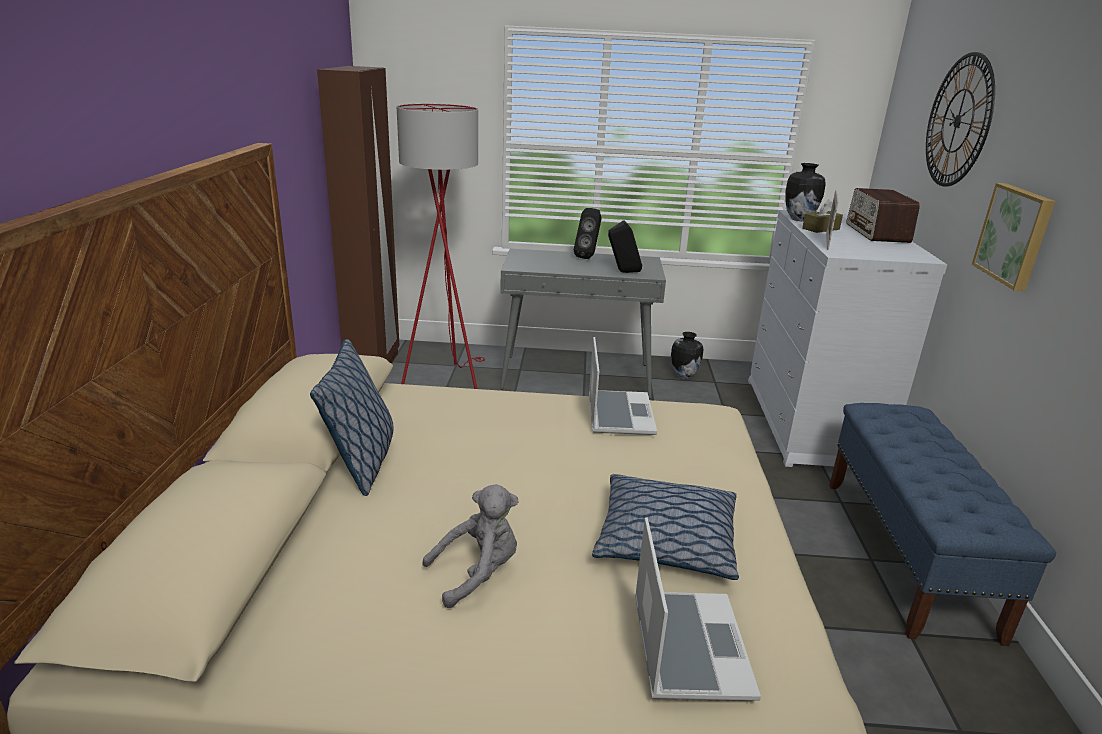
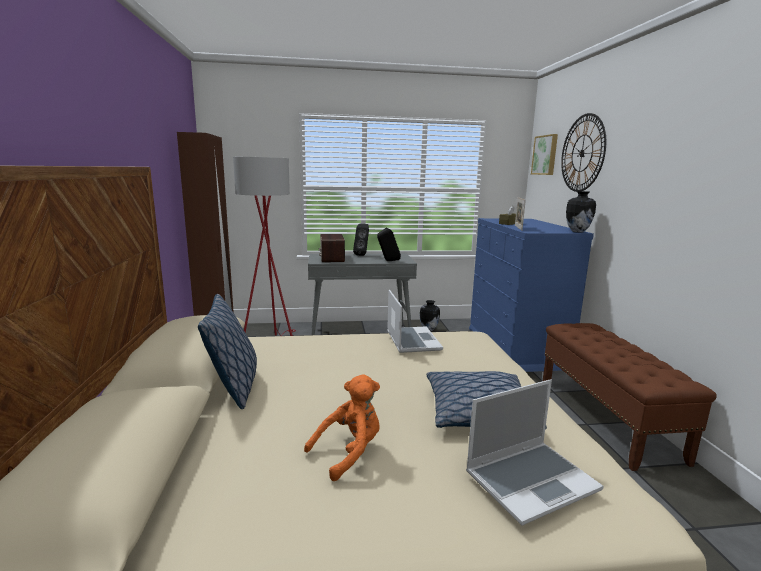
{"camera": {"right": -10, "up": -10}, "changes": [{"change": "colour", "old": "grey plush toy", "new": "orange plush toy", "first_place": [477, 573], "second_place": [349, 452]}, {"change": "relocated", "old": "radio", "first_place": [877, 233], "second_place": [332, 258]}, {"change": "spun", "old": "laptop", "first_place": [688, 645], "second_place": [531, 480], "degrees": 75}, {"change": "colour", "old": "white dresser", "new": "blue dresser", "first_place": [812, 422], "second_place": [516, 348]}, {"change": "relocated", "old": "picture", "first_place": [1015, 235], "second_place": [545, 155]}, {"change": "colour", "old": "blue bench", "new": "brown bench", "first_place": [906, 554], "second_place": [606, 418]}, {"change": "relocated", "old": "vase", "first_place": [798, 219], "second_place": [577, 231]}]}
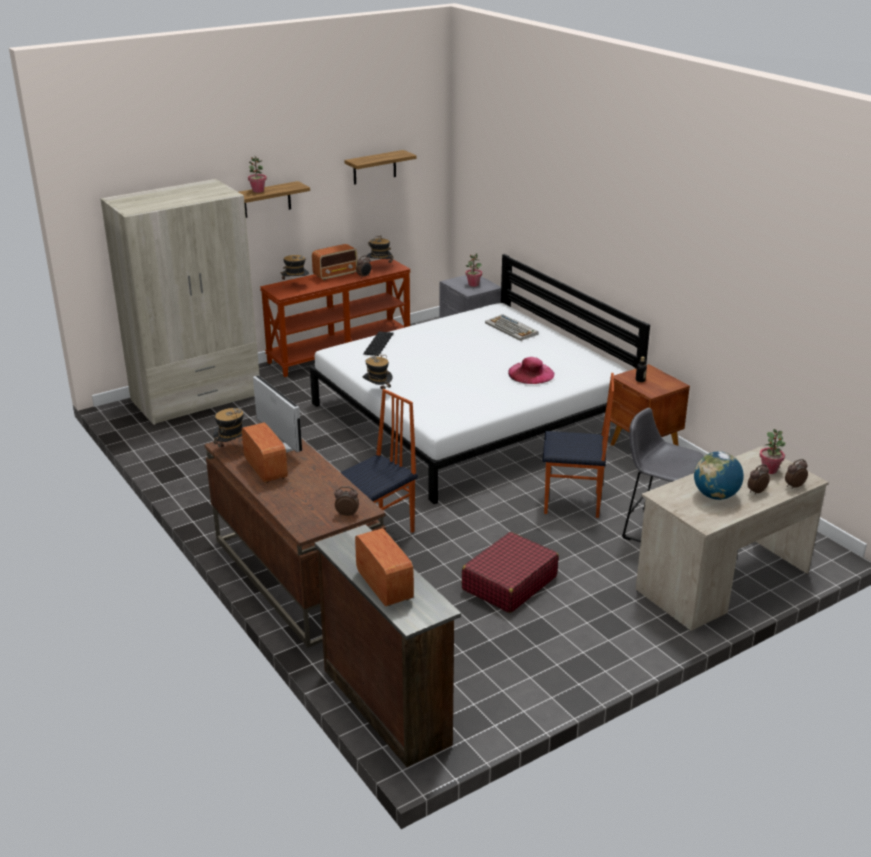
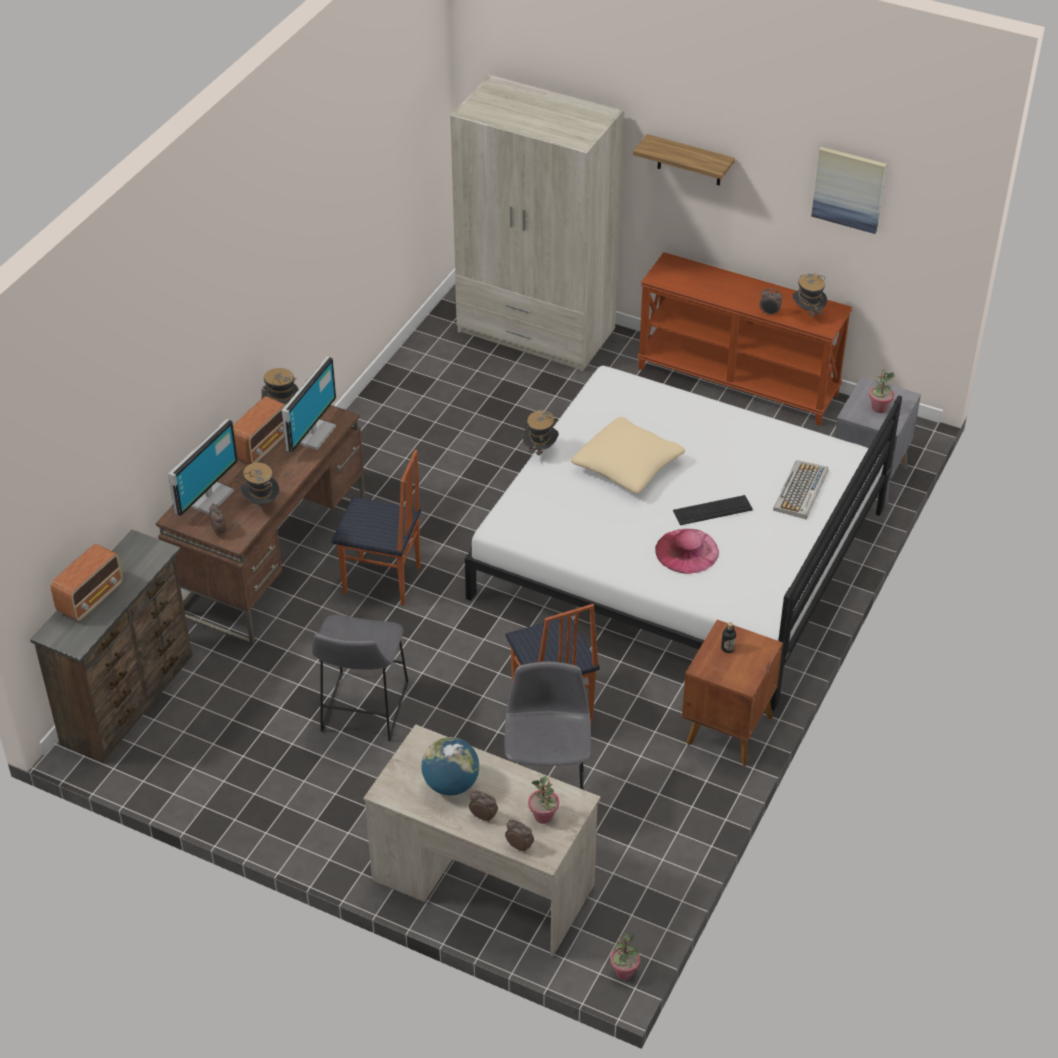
{"camera": {"right": 60, "up": 15}, "changes": [{"change": "appeared", "new": "monitor", "second_place": [208, 496]}, {"change": "relocated", "old": "hat", "first_place": [295, 285], "second_place": [262, 505]}, {"change": "exchanged", "old": "red suitcase", "new": "grey stool", "first_place": [509, 583], "second_place": [362, 711]}, {"change": "appeared", "new": "beige pillow", "second_place": [627, 467]}, {"change": "relocated", "old": "potted plant", "first_place": [258, 191], "second_place": [624, 972]}, {"change": "relocated", "old": "keyboard", "first_place": [378, 343], "second_place": [712, 510]}, {"change": "exchanged", "old": "shelf", "new": "picture", "first_place": [374, 167], "second_place": [849, 189]}, {"change": "missing", "old": "radio", "first_place": [336, 274]}]}
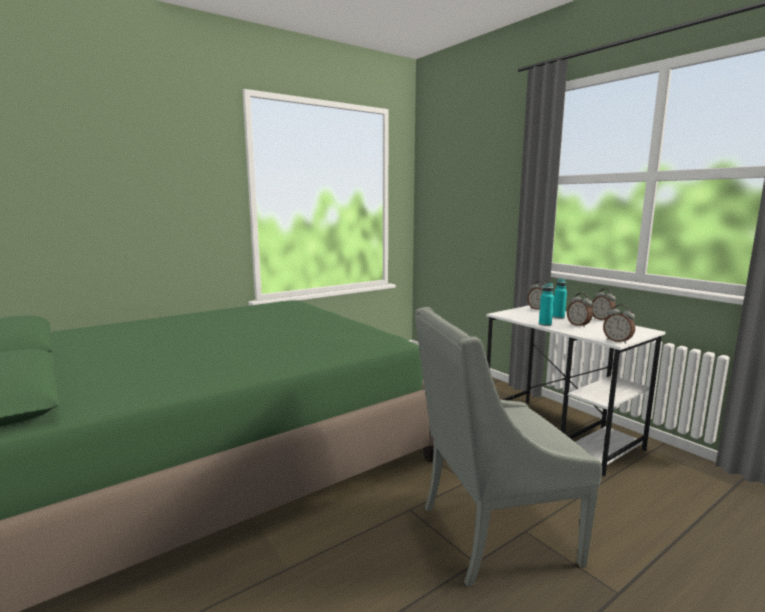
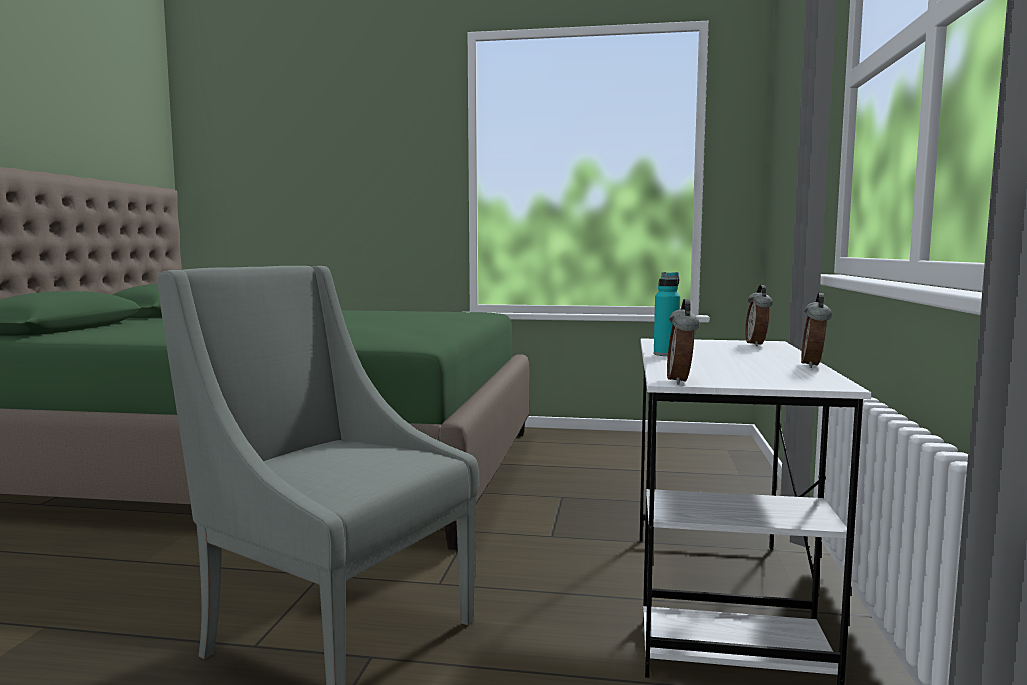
{"camera": {"right": 45, "up": -5}, "changes": [{"change": "missing", "old": "turquoise bottle", "first_place": [558, 317]}, {"change": "missing", "old": "alarm clock", "first_place": [578, 325]}]}
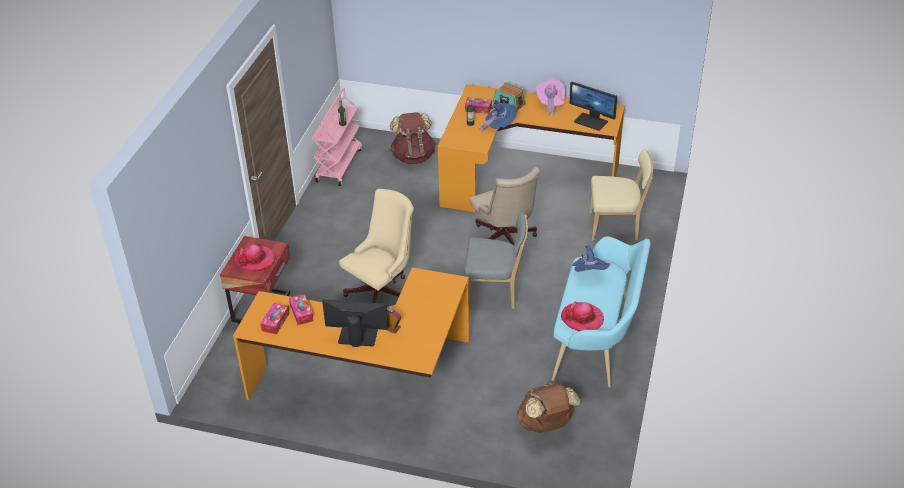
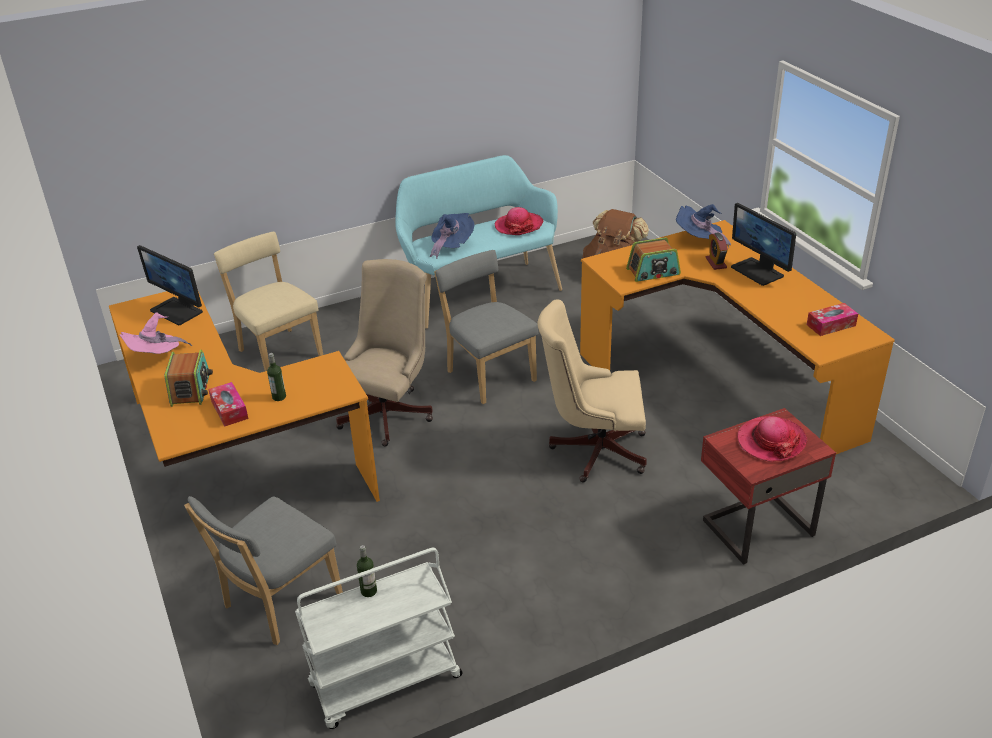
{"camera": {"right": -130, "up": -5}, "changes": [{"change": "spun", "old": "monitor", "first_place": [591, 121], "second_place": [177, 311], "degrees": 135}, {"change": "exchanged", "old": "brown backpack", "new": "grey chair", "first_place": [413, 157], "second_place": [278, 603]}, {"change": "colour", "old": "pink cart", "new": "white cart", "first_place": [338, 165], "second_place": [385, 682]}, {"change": "appeared", "new": "radio", "second_place": [653, 272]}, {"change": "relocated", "old": "blue hat", "first_place": [499, 126], "second_place": [699, 241]}, {"change": "missing", "old": "tissue box", "first_place": [301, 313]}]}
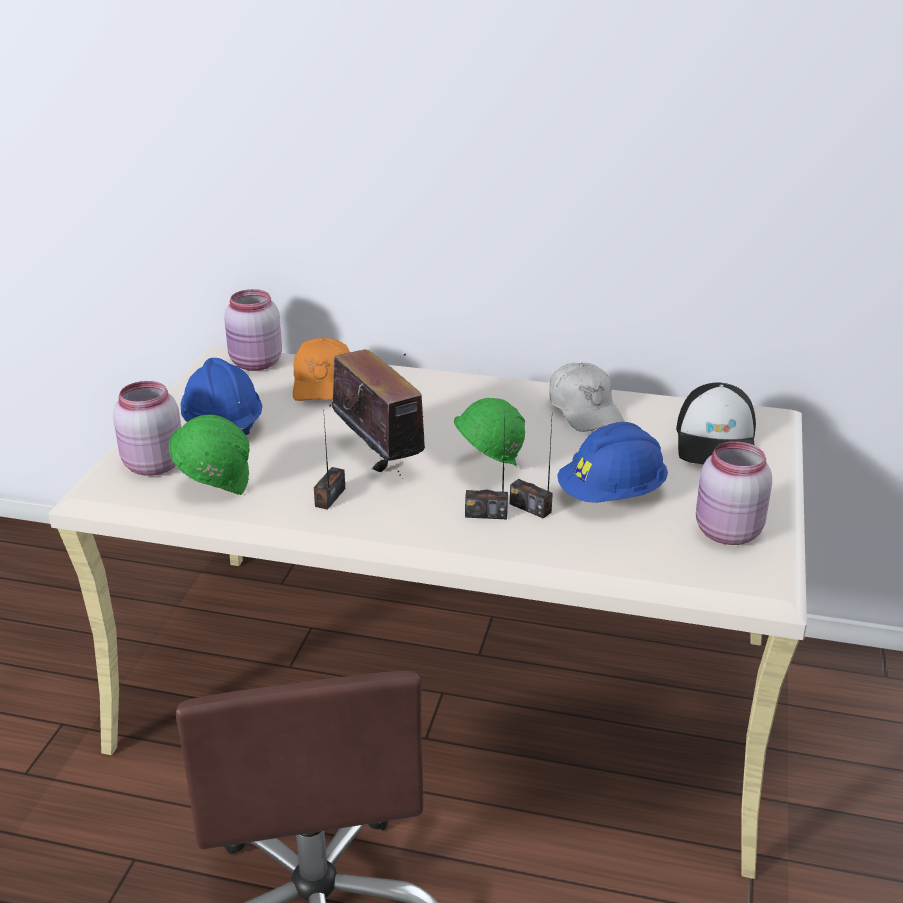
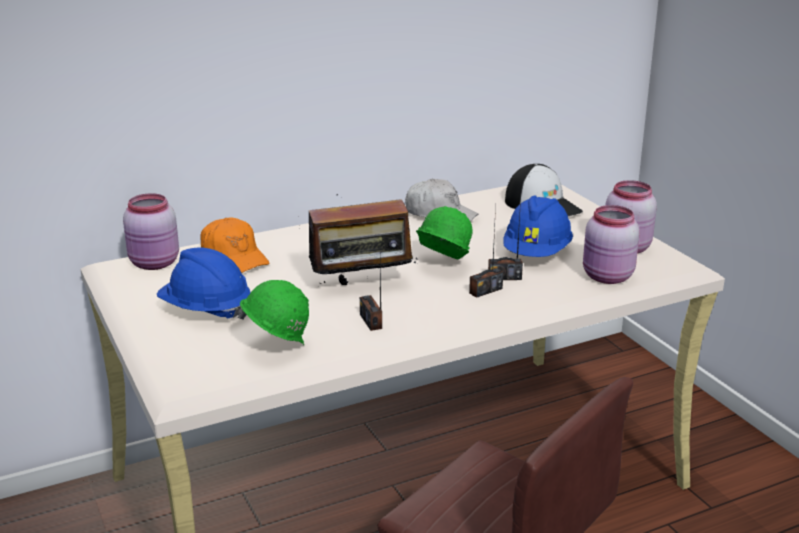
{"camera": {"right": -40, "up": -5}, "changes": [{"change": "spun", "old": "radio", "first_place": [380, 459], "second_place": [362, 287], "degrees": 150}, {"change": "relocated", "old": "pink jar", "first_place": [152, 466], "second_place": [607, 277]}]}
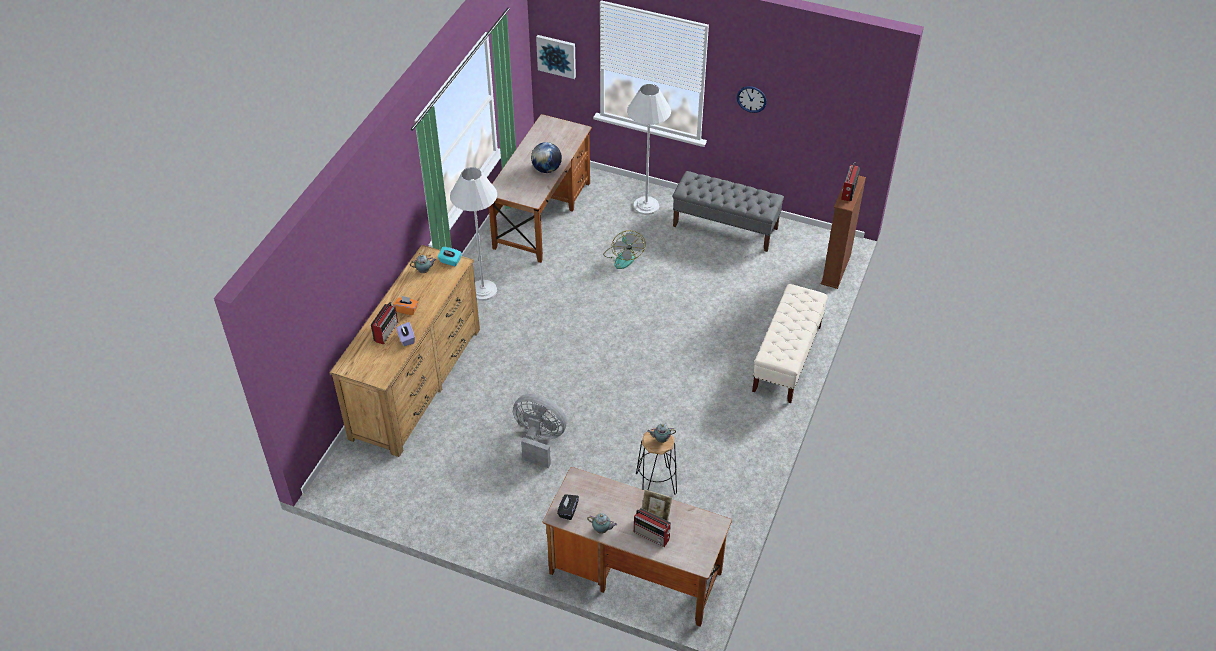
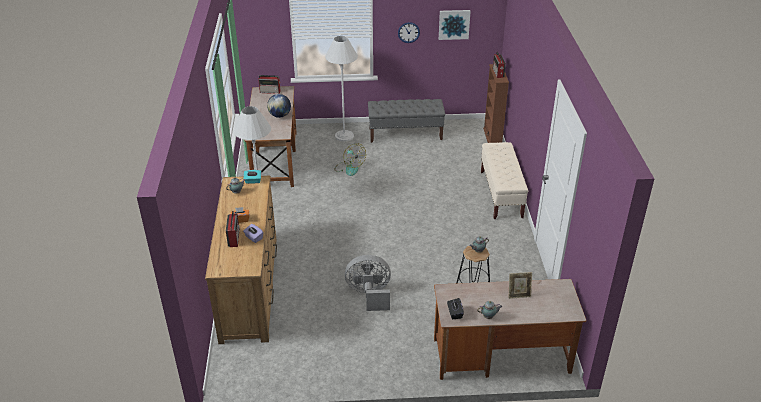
{"camera": {"right": -25, "up": -10}, "changes": [{"change": "relocated", "old": "radio", "first_place": [652, 535], "second_place": [270, 91]}, {"change": "relocated", "old": "picture", "first_place": [556, 56], "second_place": [454, 24]}]}
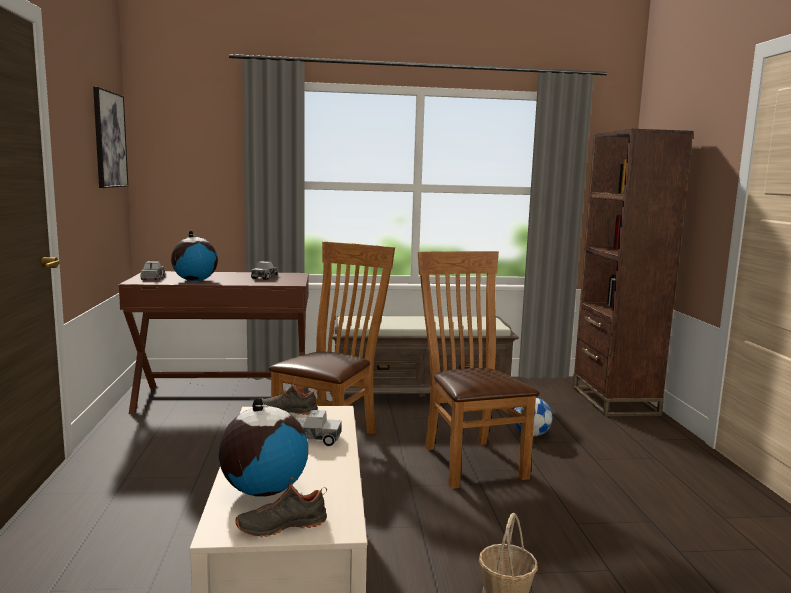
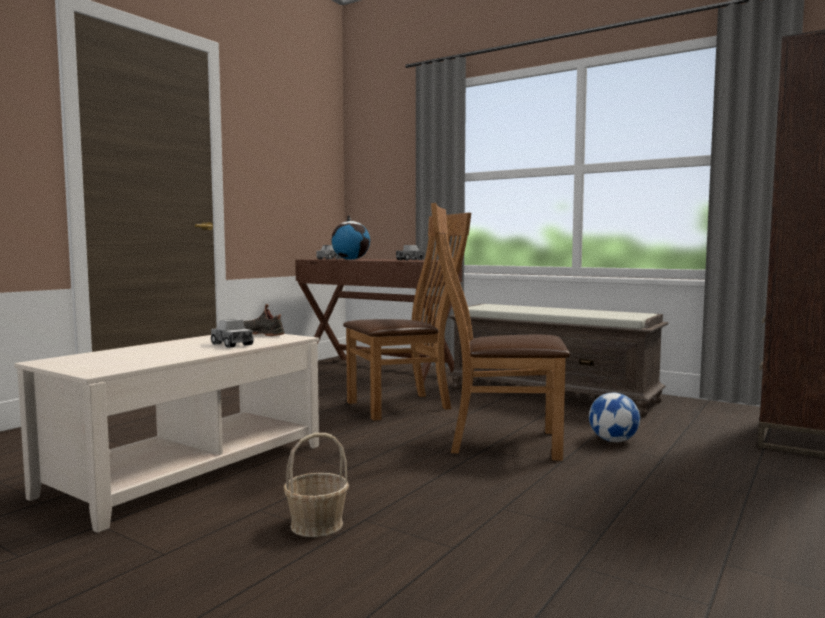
{"camera": {"right": 40, "up": -5}, "changes": [{"change": "spun", "old": "brown chair", "first_place": [469, 460], "second_place": [497, 442], "degrees": -105}, {"change": "missing", "old": "picture", "first_place": [109, 139]}, {"change": "missing", "old": "globe", "first_place": [263, 490]}, {"change": "missing", "old": "black shoe", "first_place": [281, 525]}]}
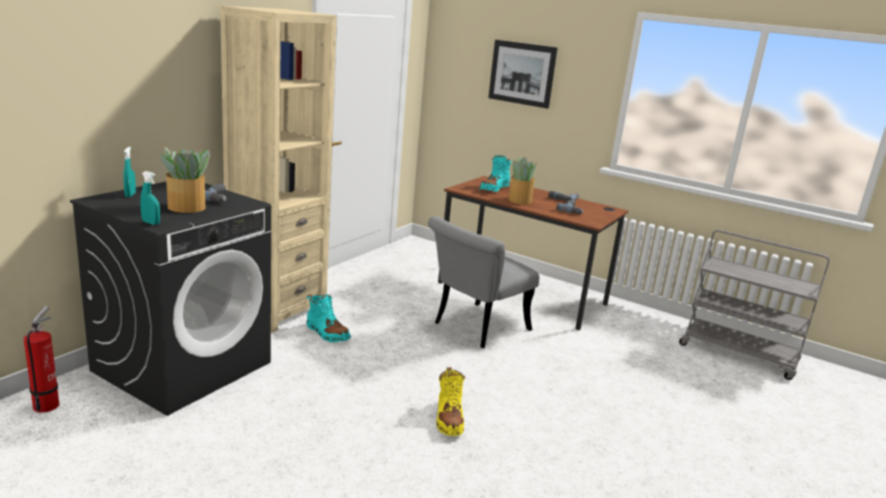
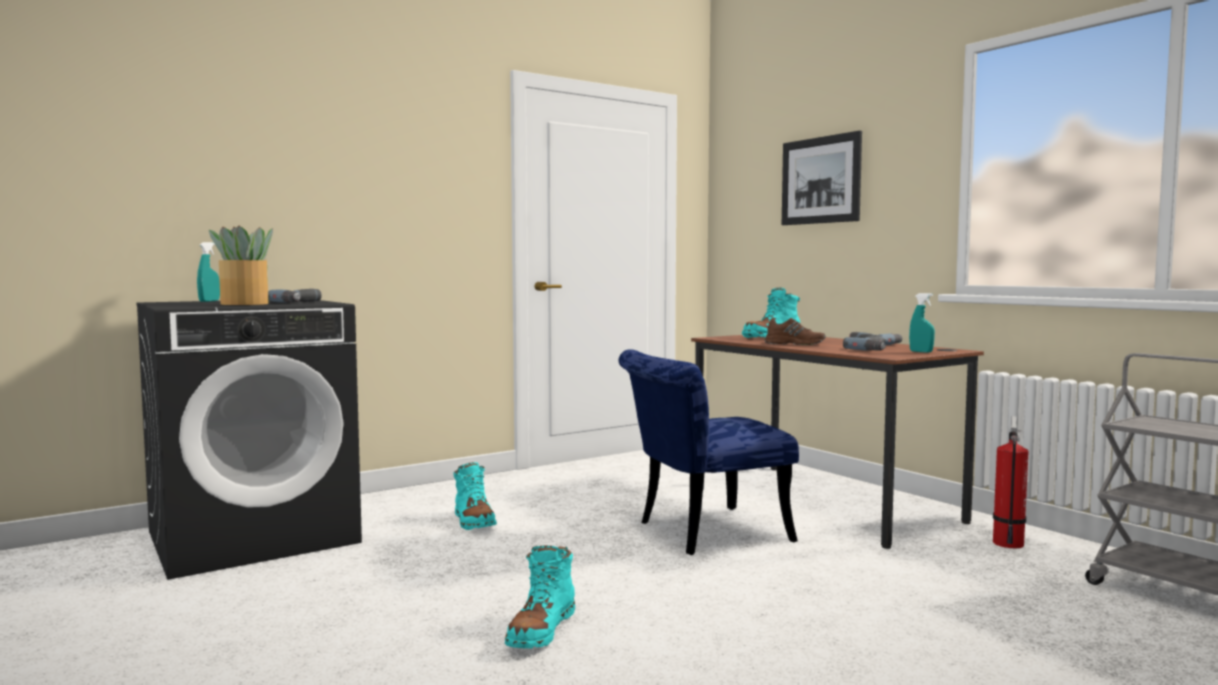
{"camera": {"right": 25, "up": -15}, "changes": [{"change": "colour", "old": "yellow boot", "new": "turquoise boot", "first_place": [449, 419], "second_place": [541, 630]}, {"change": "colour", "old": "grey chair", "new": "blue chair", "first_place": [475, 328], "second_place": [701, 533]}, {"change": "exchanged", "old": "potted plant", "new": "brown shoe", "first_place": [519, 200], "second_place": [794, 344]}, {"change": "relocated", "old": "turquoise spray bottle", "first_place": [151, 223], "second_place": [921, 352]}, {"change": "relocated", "old": "fire extinguisher", "first_place": [48, 404], "second_place": [1008, 542]}, {"change": "missing", "old": "beige bookcase", "first_place": [277, 309]}]}
